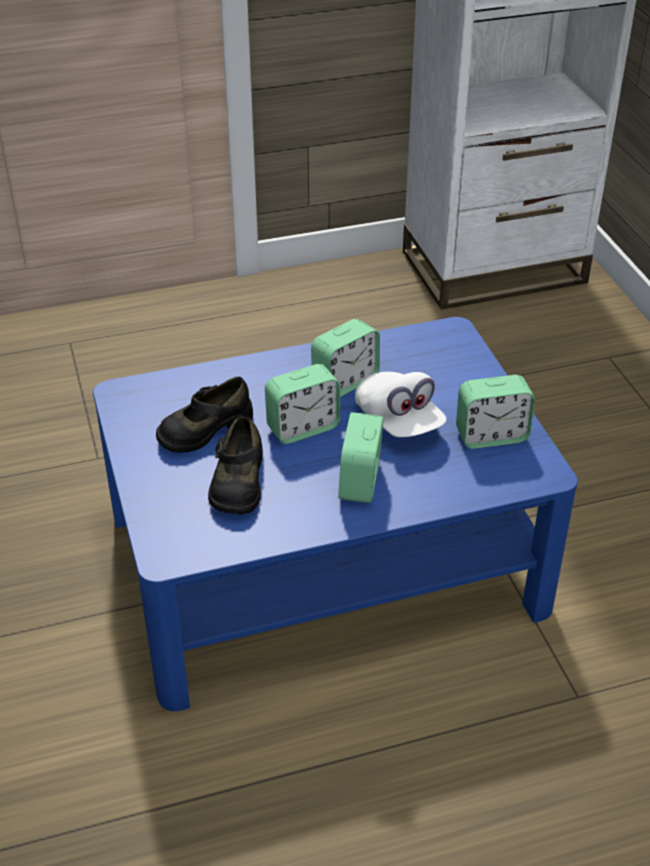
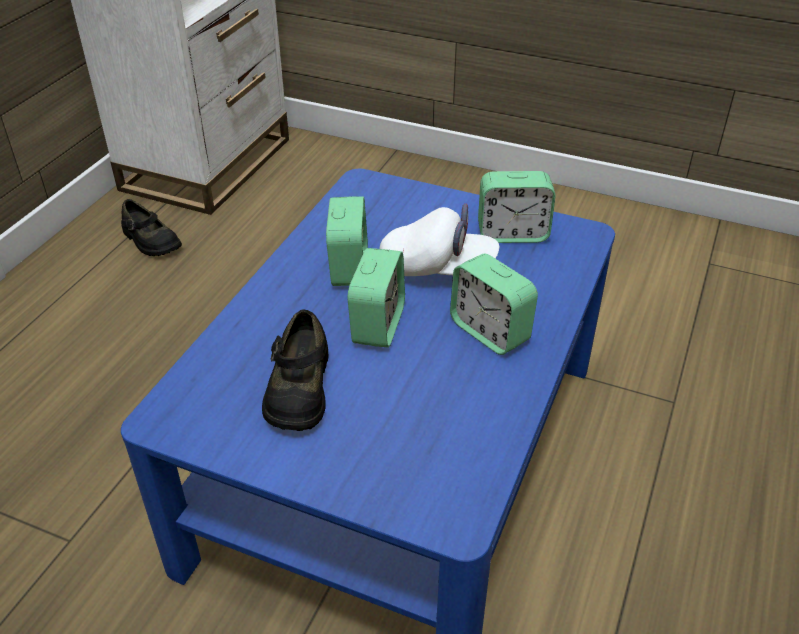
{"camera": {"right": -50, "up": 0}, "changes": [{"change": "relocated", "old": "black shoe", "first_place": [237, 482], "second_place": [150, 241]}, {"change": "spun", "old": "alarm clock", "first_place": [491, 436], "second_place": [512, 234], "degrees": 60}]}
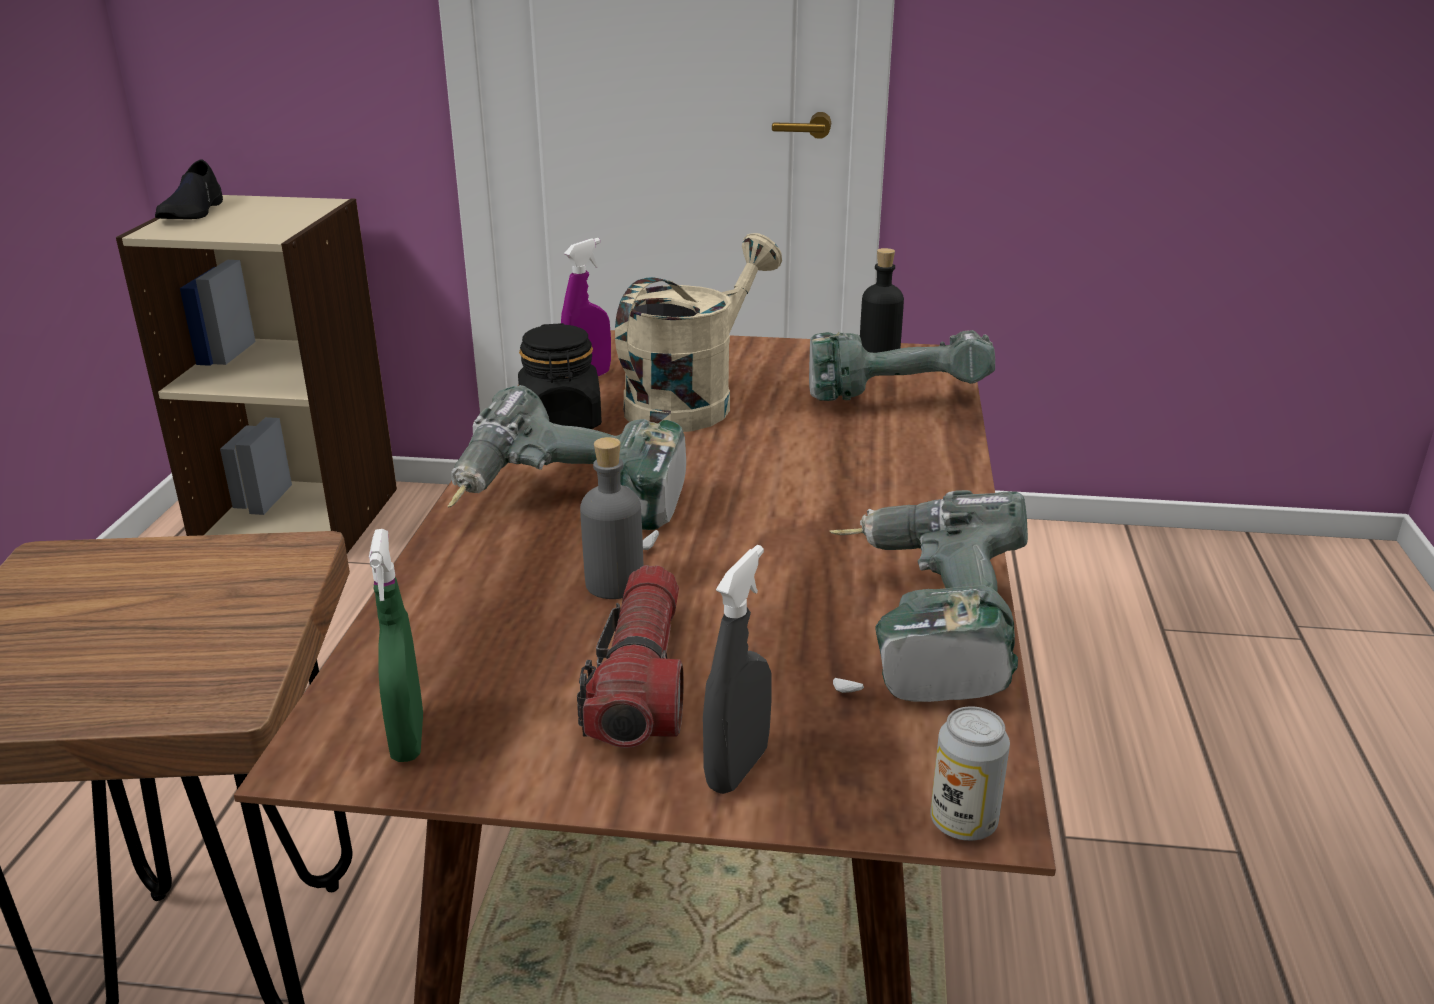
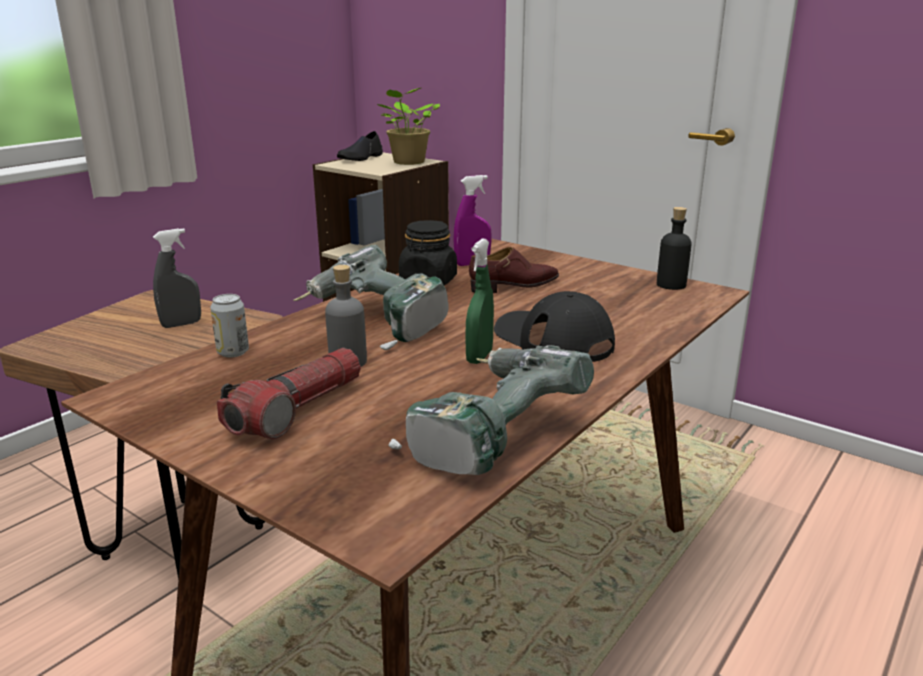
{"camera": {"right": 30, "up": -5}, "changes": [{"change": "relocated", "old": "grey spray bottle", "first_place": [737, 768], "second_place": [181, 324]}, {"change": "relocated", "old": "can", "first_place": [963, 822], "second_place": [233, 352]}, {"change": "appeared", "new": "potted plant", "second_place": [408, 162]}, {"change": "relocated", "old": "green spray bottle", "first_place": [408, 738], "second_place": [479, 357]}, {"change": "exchanged", "old": "beige watering can", "new": "brown shoe", "first_place": [691, 401], "second_place": [515, 286]}, {"change": "appeared", "new": "black cap", "second_place": [553, 339]}, {"change": "missing", "old": "power drill", "first_place": [896, 395]}]}
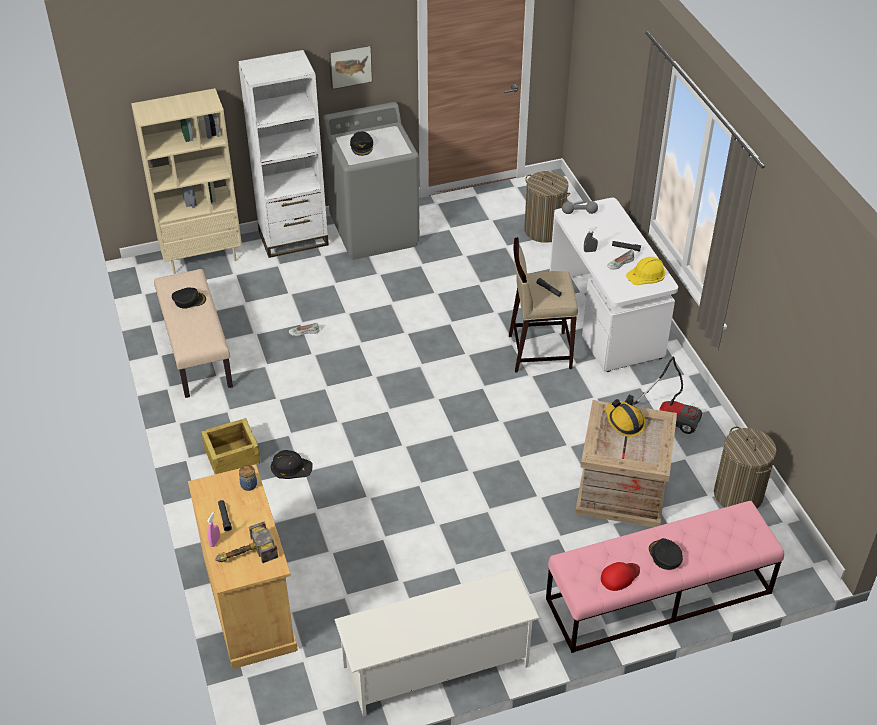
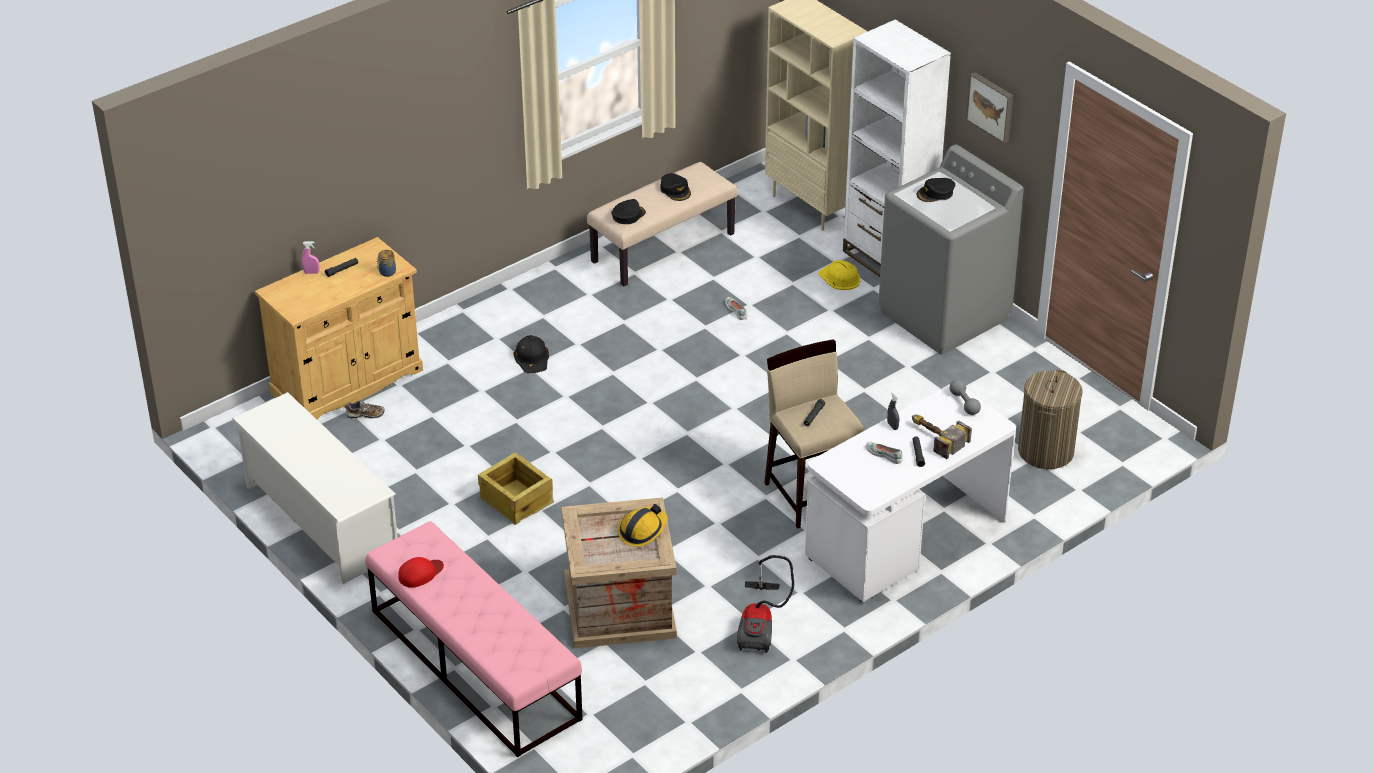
{"camera": {"right": 70, "up": -5}, "changes": [{"change": "appeared", "new": "shoe", "second_place": [365, 415]}, {"change": "spun", "old": "red cap", "first_place": [620, 576], "second_place": [420, 573], "degrees": -75}, {"change": "relocated", "old": "crate", "first_place": [231, 456], "second_place": [516, 499]}, {"change": "relocated", "old": "black cap", "first_place": [665, 556], "second_place": [628, 215]}, {"change": "relocated", "old": "yellow hard hat", "first_place": [646, 274], "second_place": [839, 278]}, {"change": "relocated", "old": "hammer", "first_place": [244, 555], "second_place": [935, 436]}, {"change": "missing", "old": "laundry basket", "first_place": [738, 494]}]}
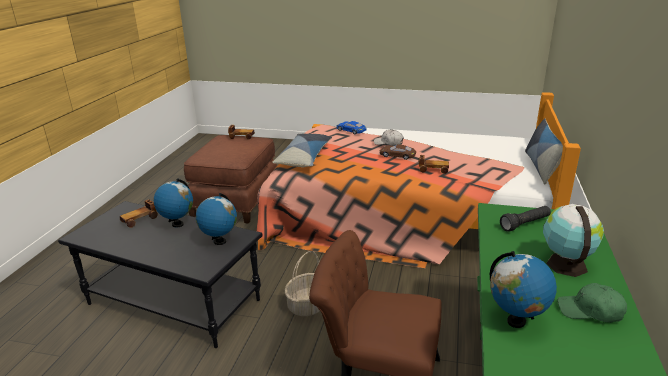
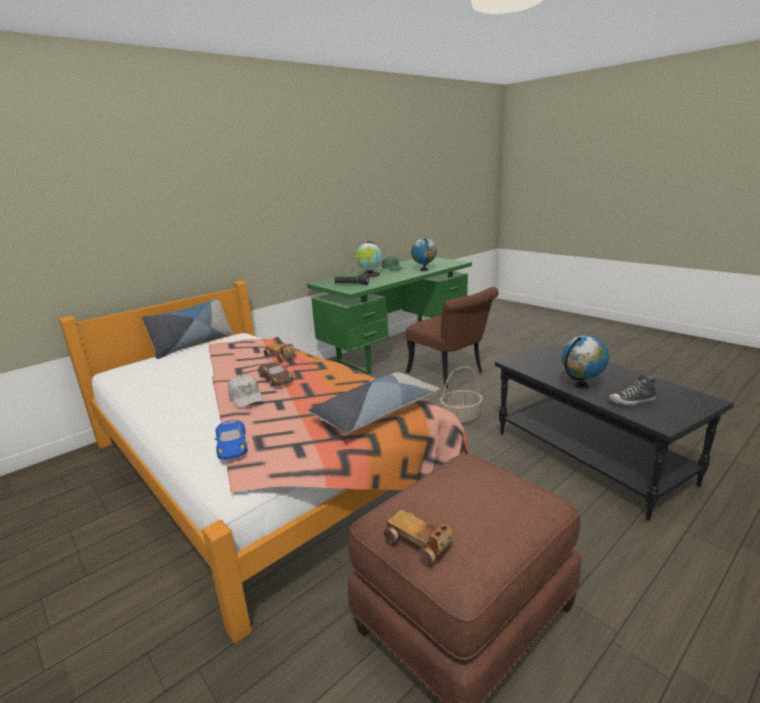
{"camera": {"right": -145, "up": -5}, "changes": [{"change": "exchanged", "old": "toy car", "new": "shoe", "first_place": [140, 219], "second_place": [632, 401]}, {"change": "missing", "old": "globe", "first_place": [219, 241]}]}
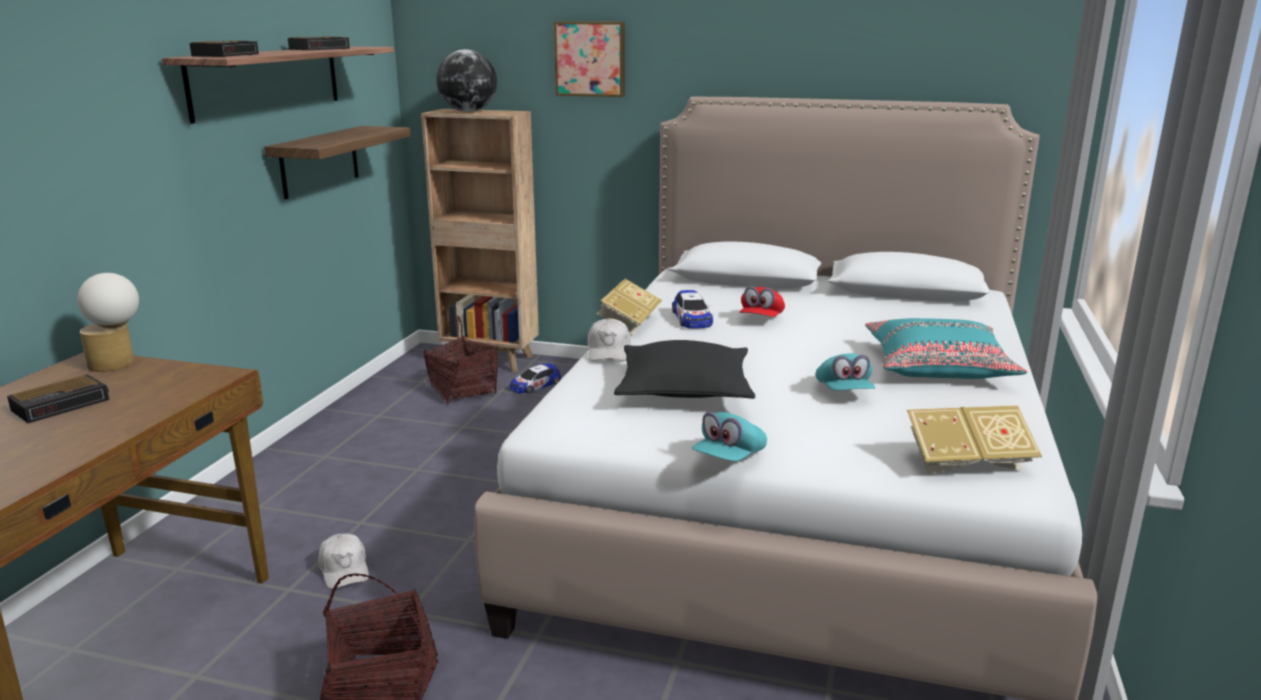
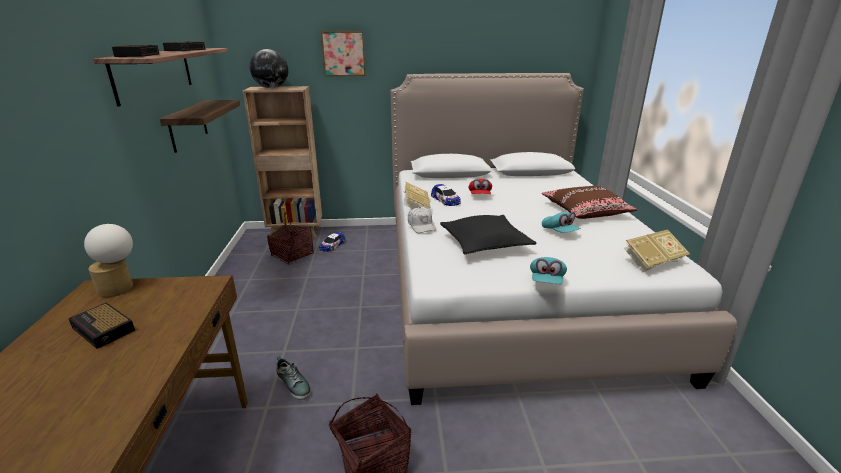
{"camera": {"right": -20, "up": 5}, "changes": [{"change": "spun", "old": "alarm clock", "first_place": [63, 404], "second_place": [104, 329], "degrees": 105}, {"change": "exchanged", "old": "white cap", "new": "shoe", "first_place": [344, 569], "second_place": [294, 384]}, {"change": "colour", "old": "turquoise pillow", "new": "brown pillow", "first_place": [938, 366], "second_place": [585, 210]}]}
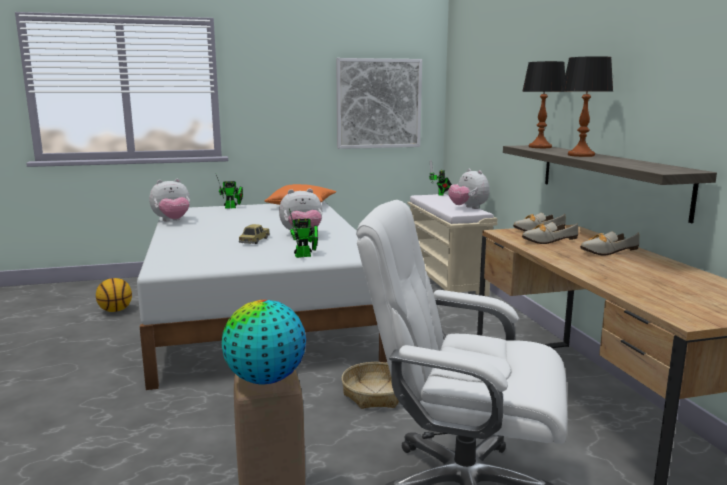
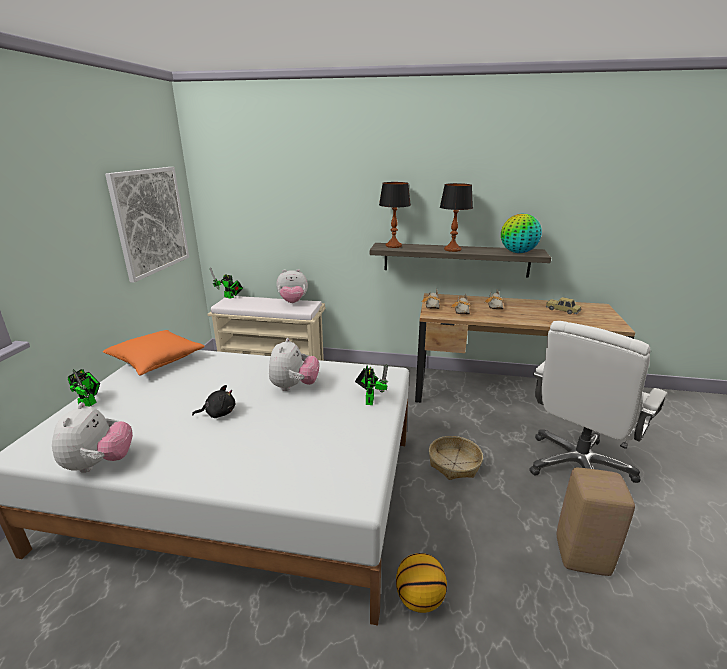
{"camera": {"right": -65, "up": 10}, "changes": [{"change": "appeared", "new": "black plush toy", "second_place": [218, 413]}, {"change": "relocated", "old": "basketball", "first_place": [116, 310], "second_place": [419, 598]}, {"change": "relocated", "old": "globe", "first_place": [265, 379], "second_place": [518, 252]}, {"change": "relocated", "old": "toy car", "first_place": [254, 241], "second_place": [562, 310]}]}
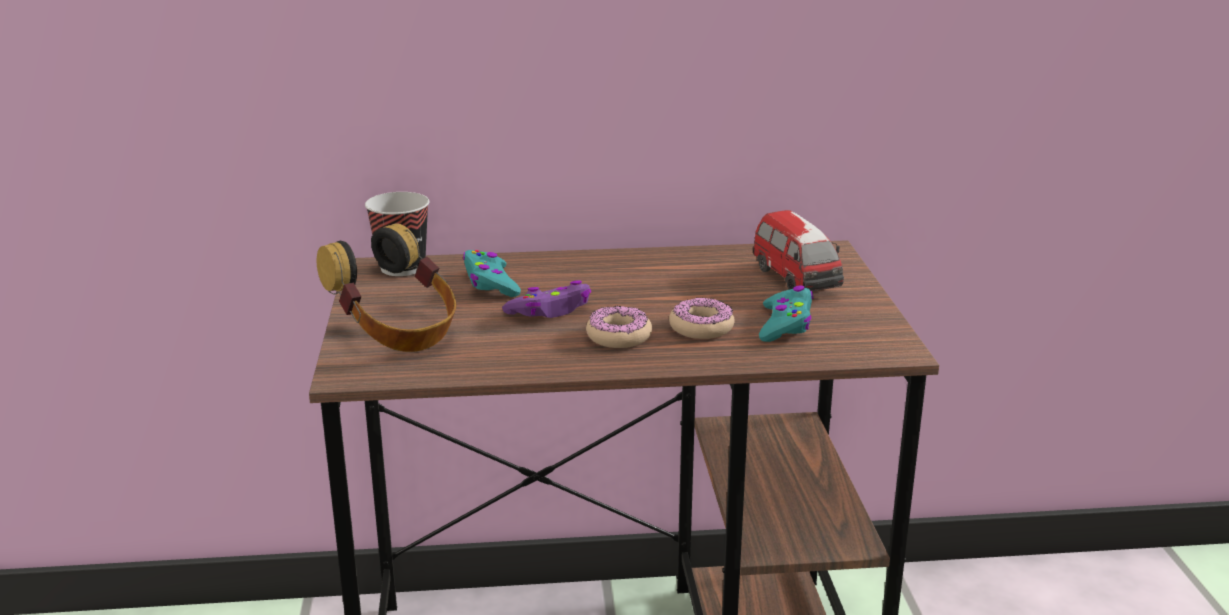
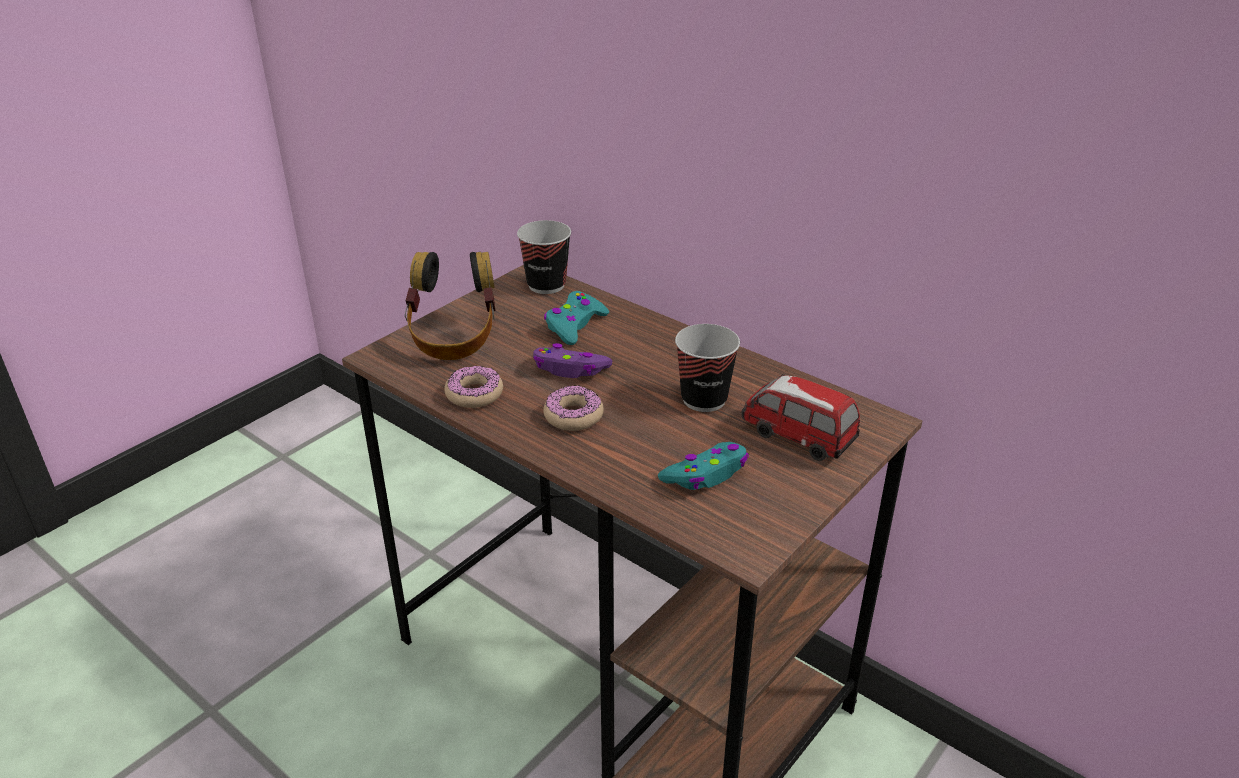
{"camera": {"right": 45, "up": 10}, "changes": [{"change": "relocated", "old": "donut", "first_place": [701, 327], "second_place": [474, 394]}, {"change": "appeared", "new": "cup", "second_place": [704, 399]}, {"change": "spun", "old": "toy car", "first_place": [797, 280], "second_place": [796, 437], "degrees": 105}]}
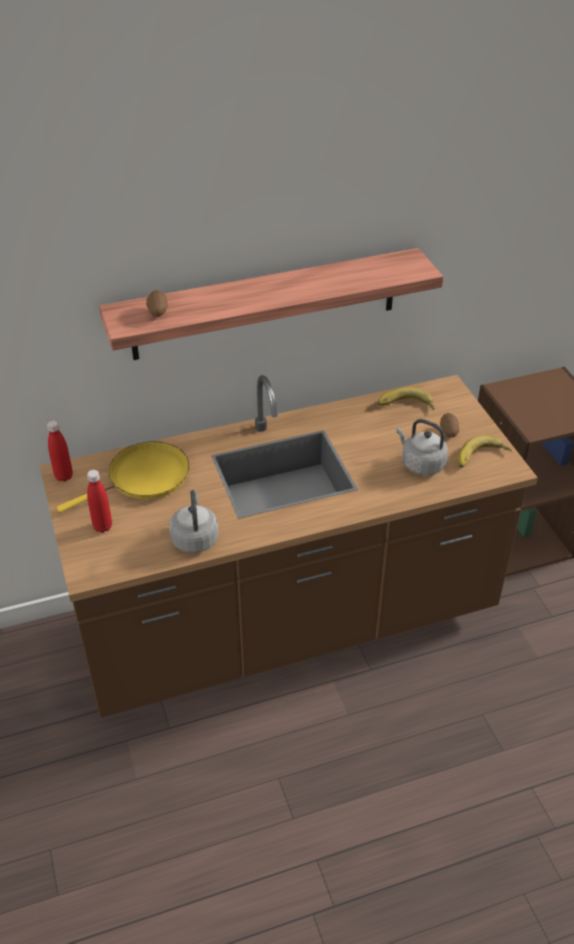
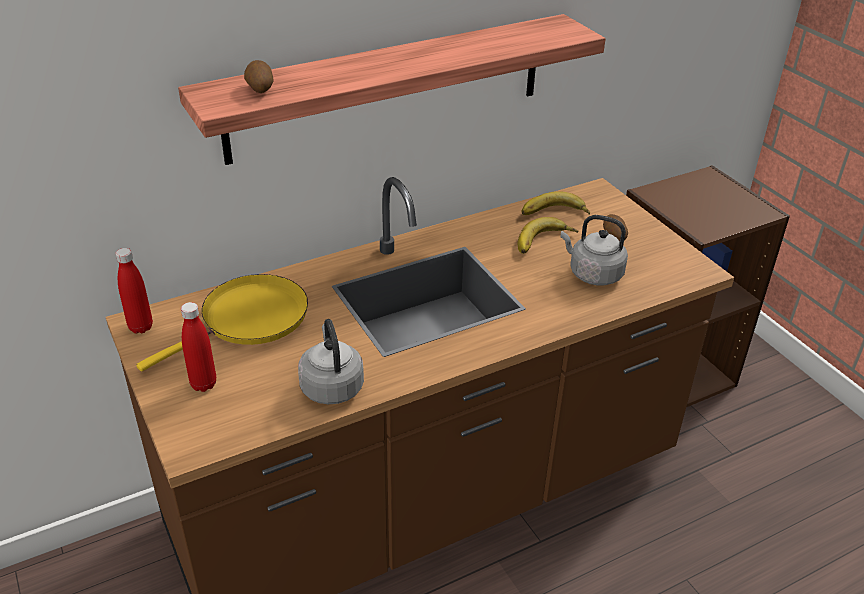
{"camera": {"right": -10, "up": -5}, "changes": [{"change": "relocated", "old": "banana", "first_place": [481, 458], "second_place": [545, 242]}]}
